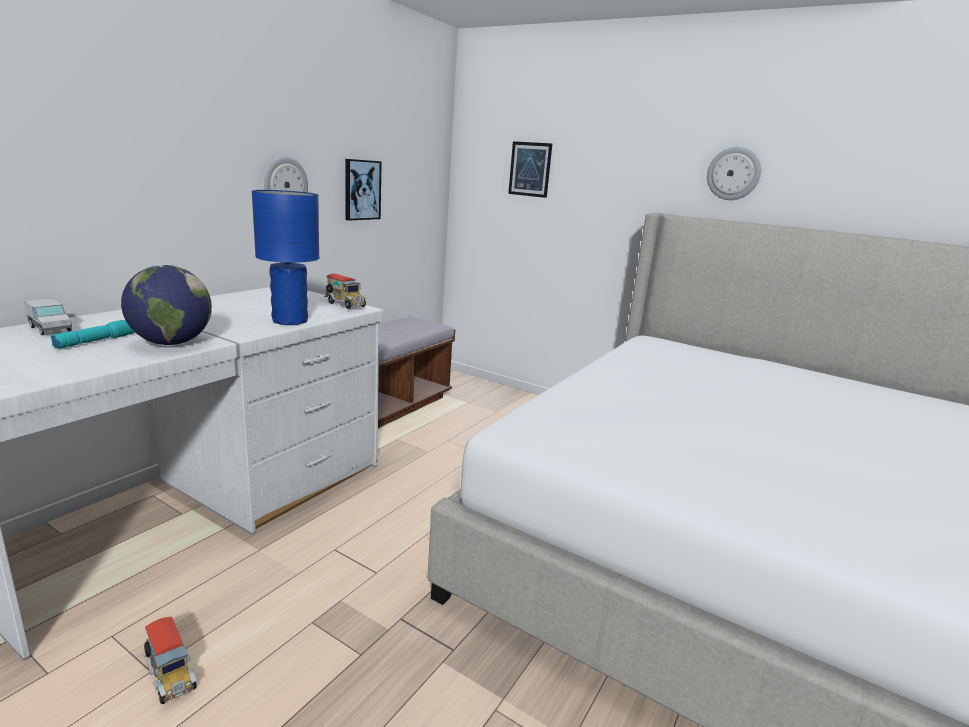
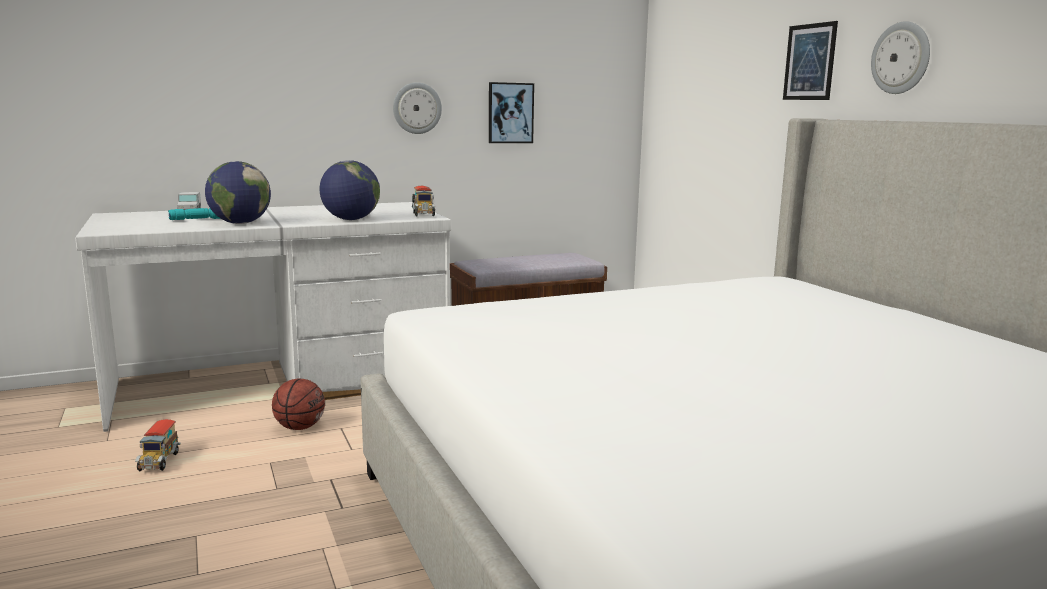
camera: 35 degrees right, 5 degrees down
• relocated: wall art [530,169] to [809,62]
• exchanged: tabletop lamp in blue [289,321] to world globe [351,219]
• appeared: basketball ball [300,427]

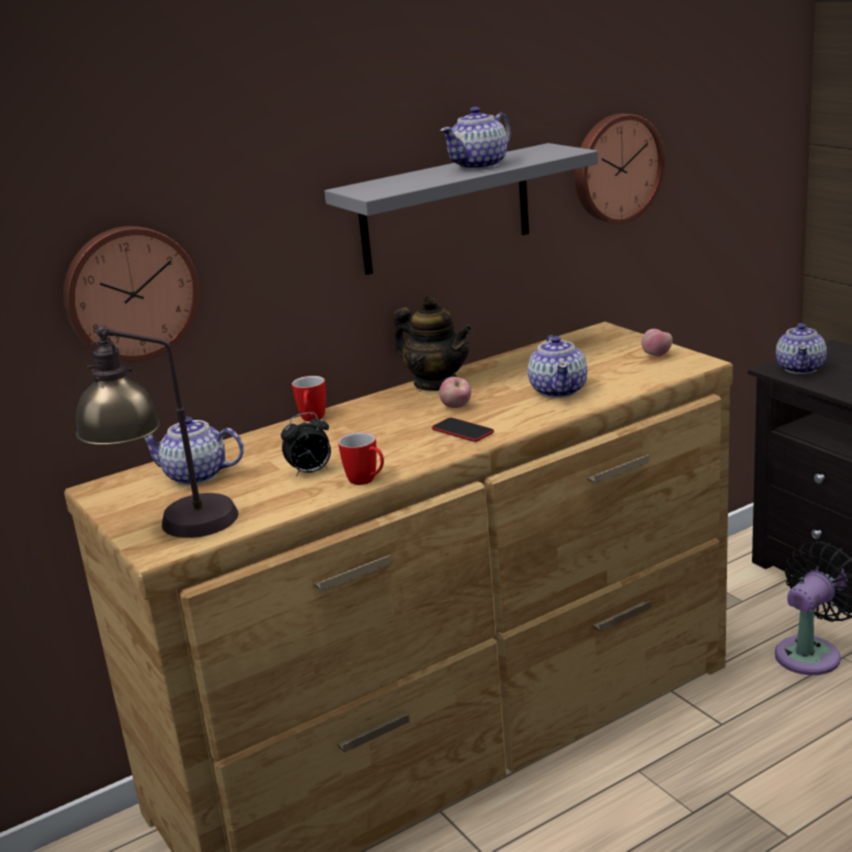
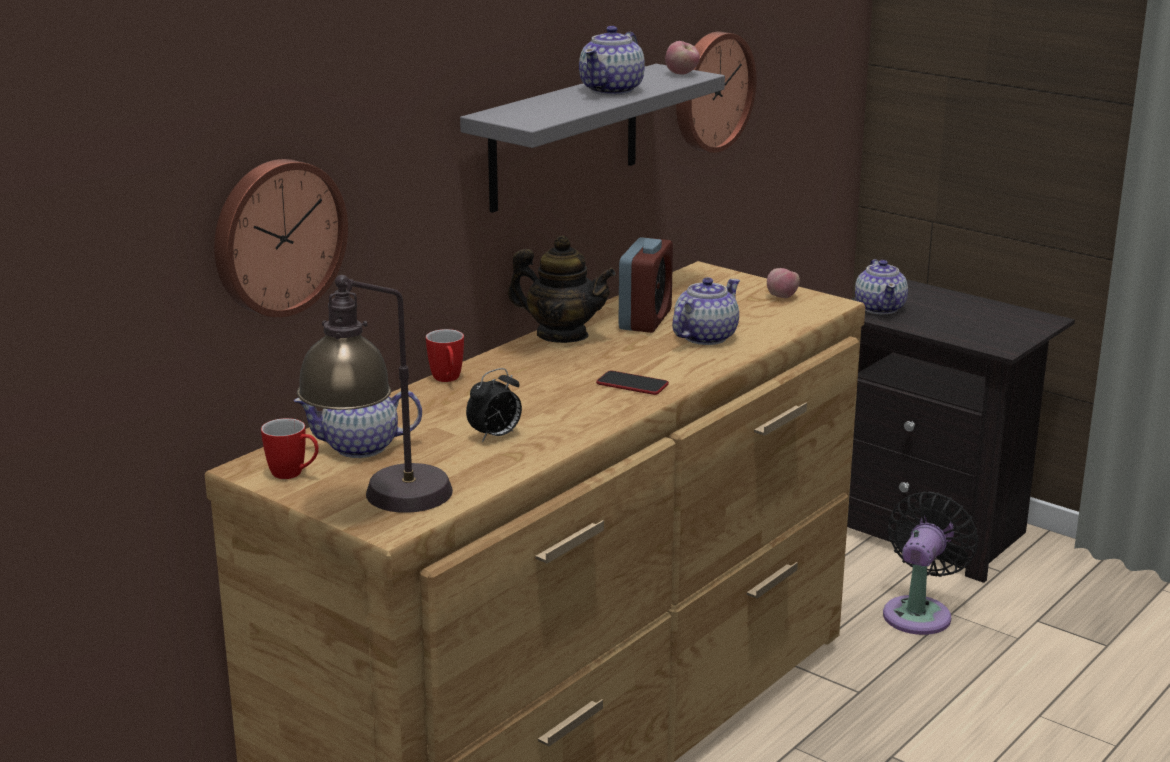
camera: 20 degrees left, 0 degrees up
• spun: teapot [559,390] = [704,337] 120 degrees counterclockwise
• relocated: apple [456,407] to [682,74]
• relocated: tea mug [367,481] to [294,475]
• appeared: alarm clock [645,320]

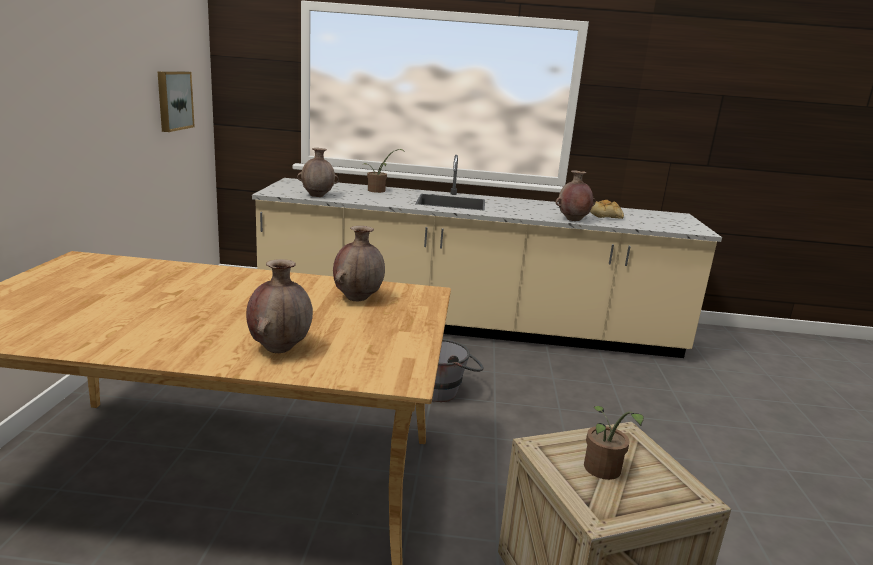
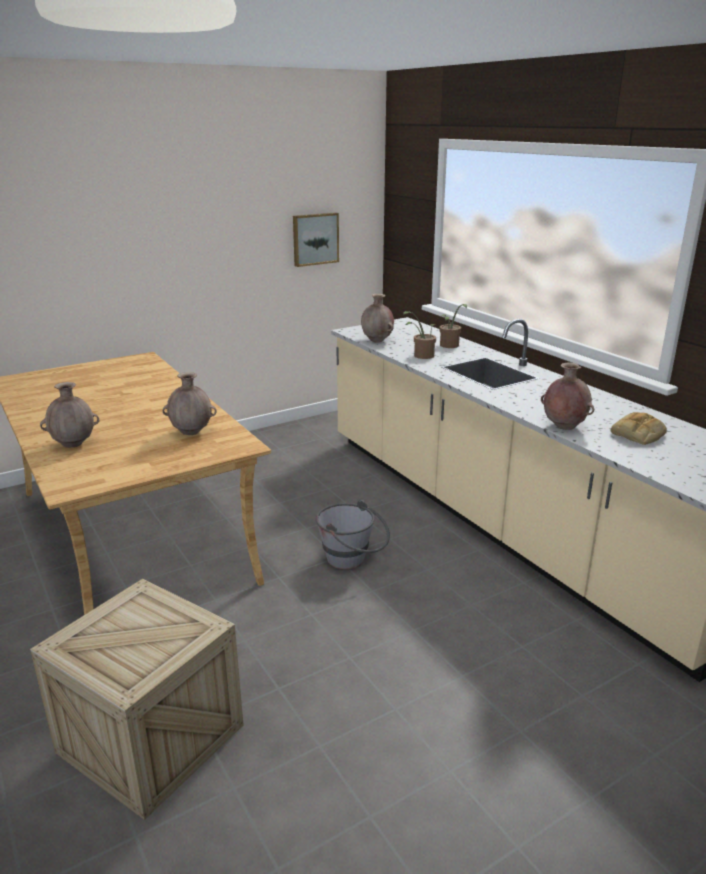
camera: 55 degrees right, 5 degrees up
• relocated: potted plant [602,471] to [421,356]

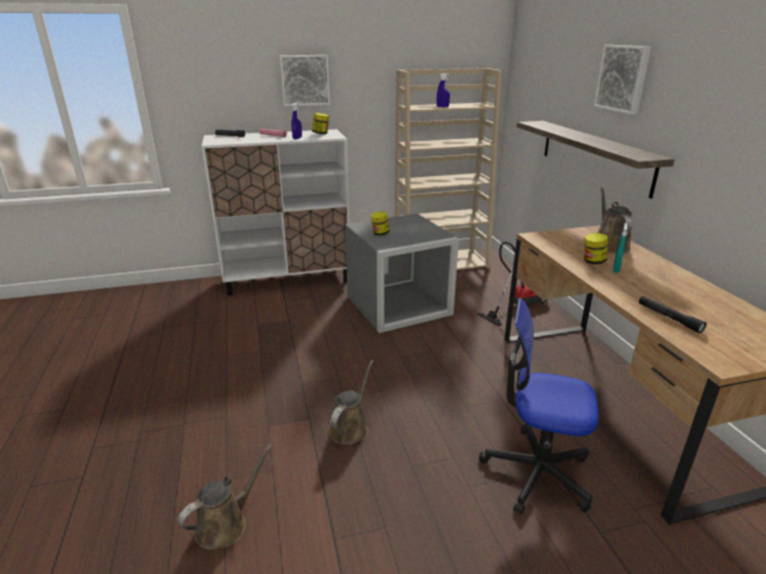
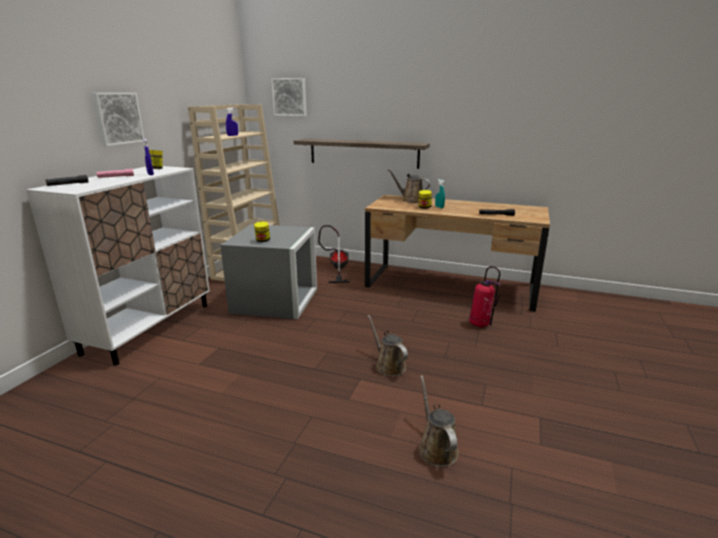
camera: 55 degrees left, 5 degrees down
• relocated: wall art [623,78] to [290,97]
• exchanged: office chair [536,472] to extinguisher [481,325]

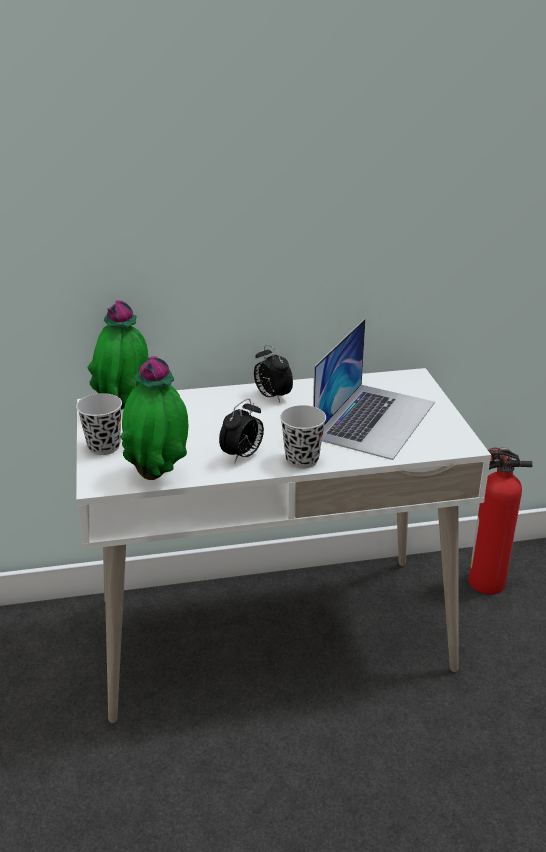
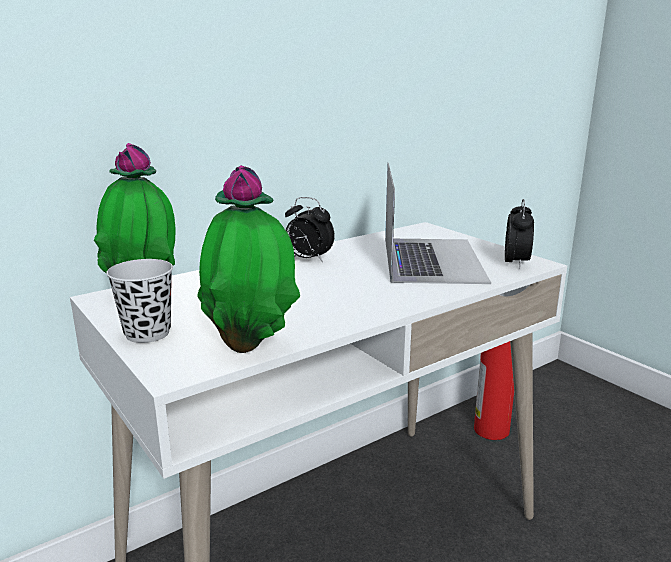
camera: 25 degrees left, 10 degrees down
• relocated: alarm clock [242,456] to [516,263]
• missing: cup in black [302,460]

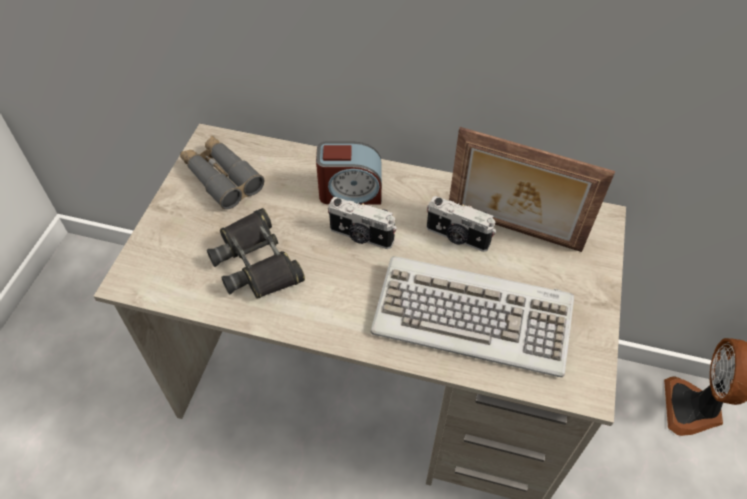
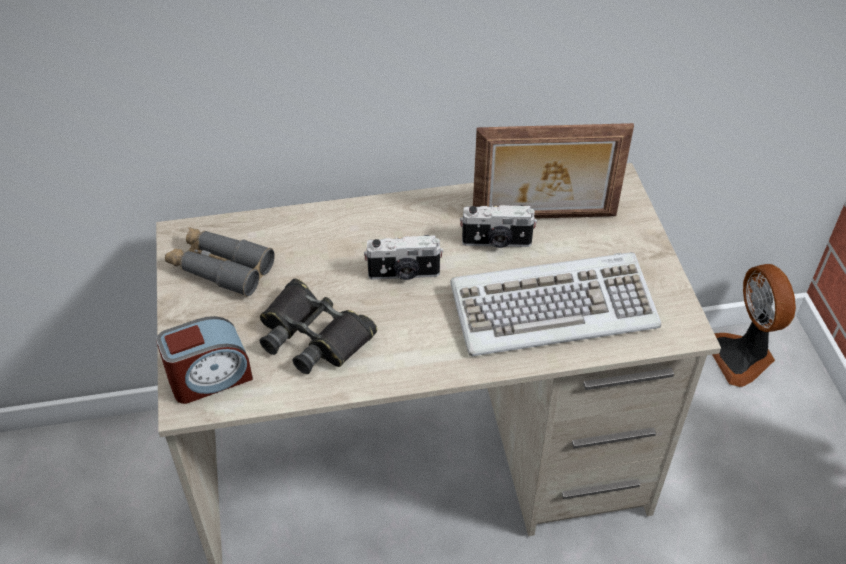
camera: 25 degrees left, 5 degrees down
• relocated: alarm clock [350,192] to [210,378]

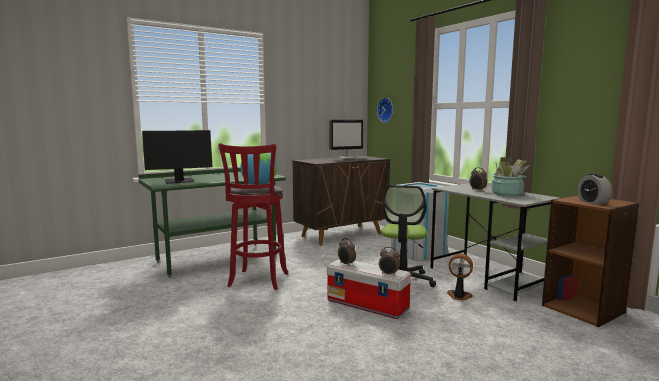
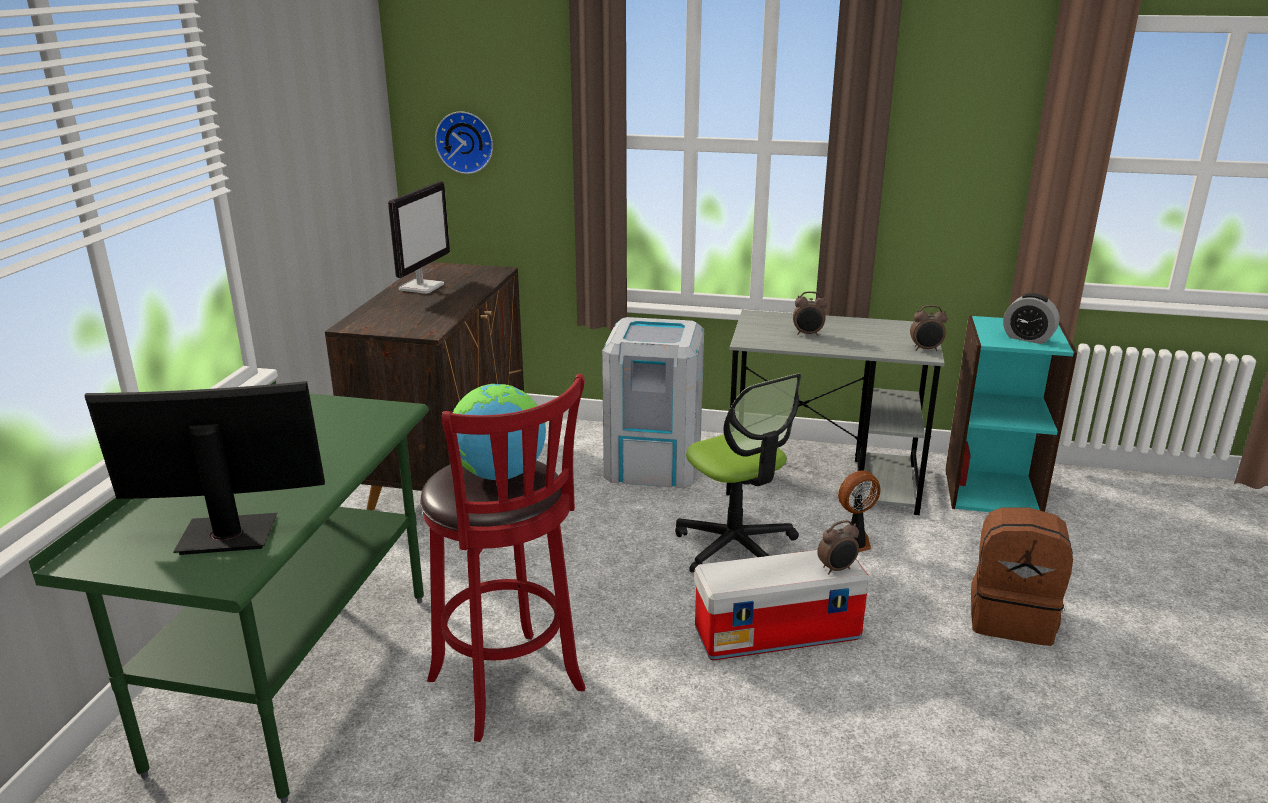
camera: 45 degrees left, 15 degrees up
• spun: monitor [179,181] = [227,535] 120 degrees counterclockwise
• missing: potted plant [507,193]
• colour: shelving unit in brown [583,309] to shelving unit in turquoise [992,491]
• relocated: alarm clock [346,264] to [926,349]
• appeared: knapsack in brown [1011,618]

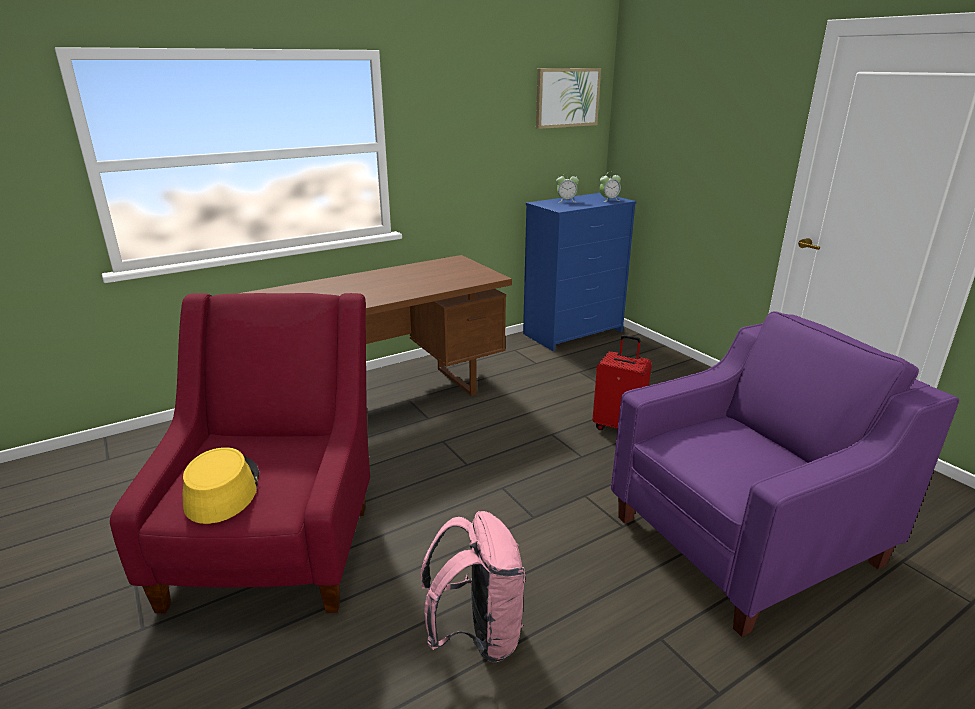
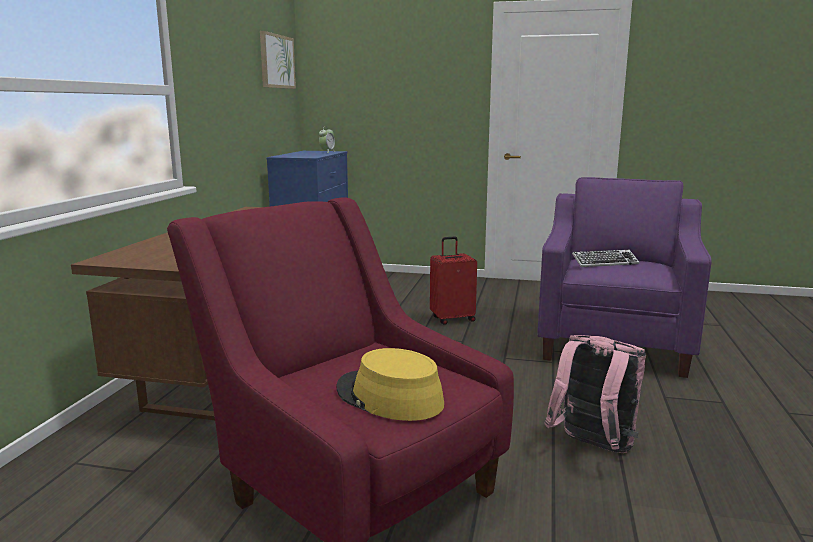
camera: 45 degrees left, 10 degrees down
• missing: alarm clock [566,201]
• appeared: PC keyboard [604,263]

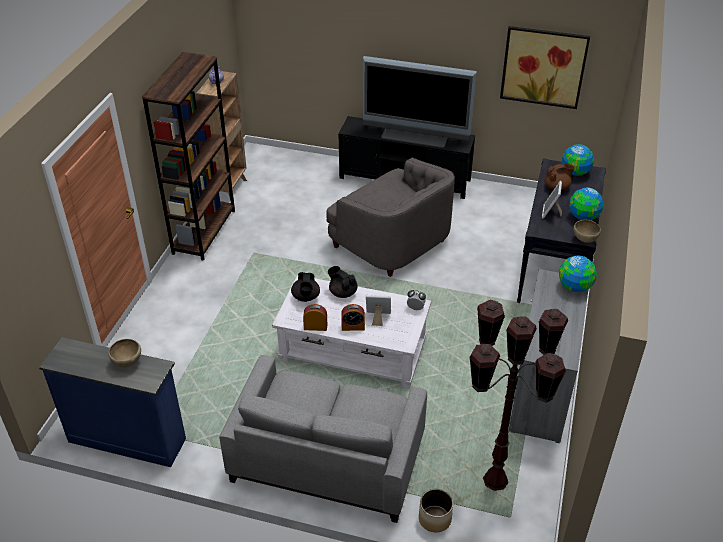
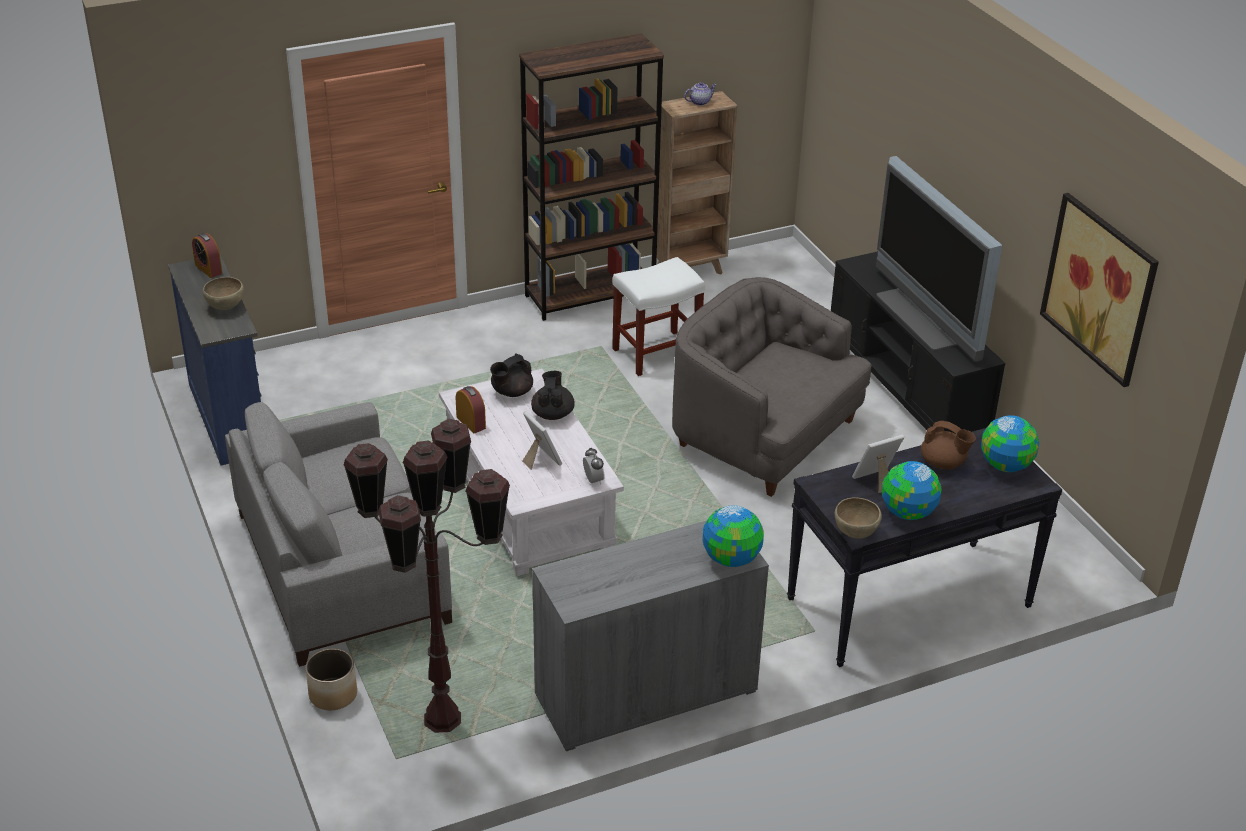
camera: 50 degrees right, 5 degrees down
• spun: armchair in greyish [391,241] = [764,436] 120 degrees clockwise
• relocated: alarm clock [353,327] to [208,269]
• appeared: stool seat in white [655,353]

